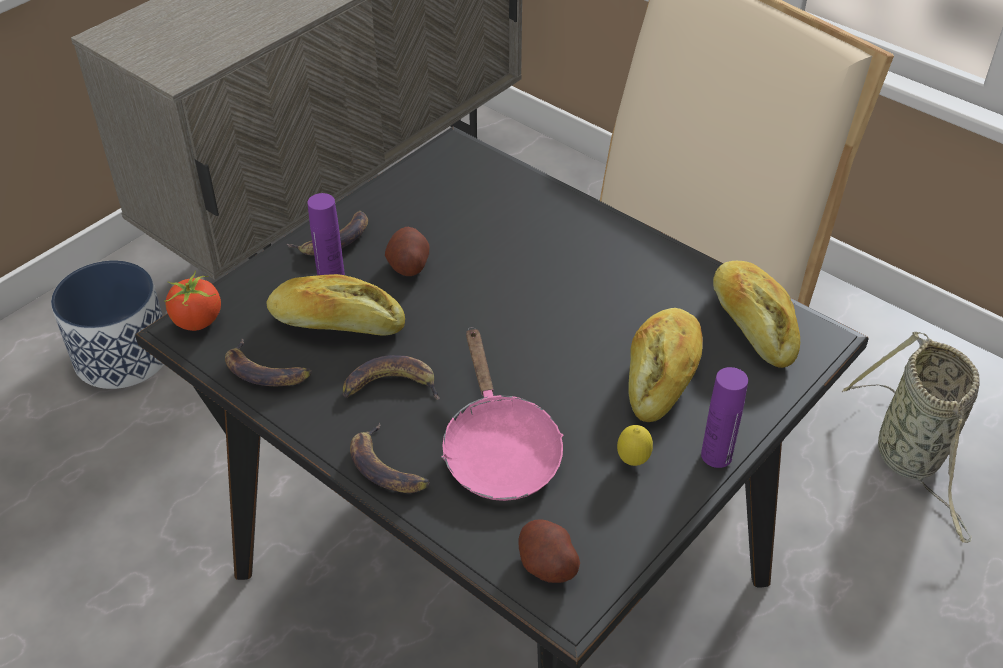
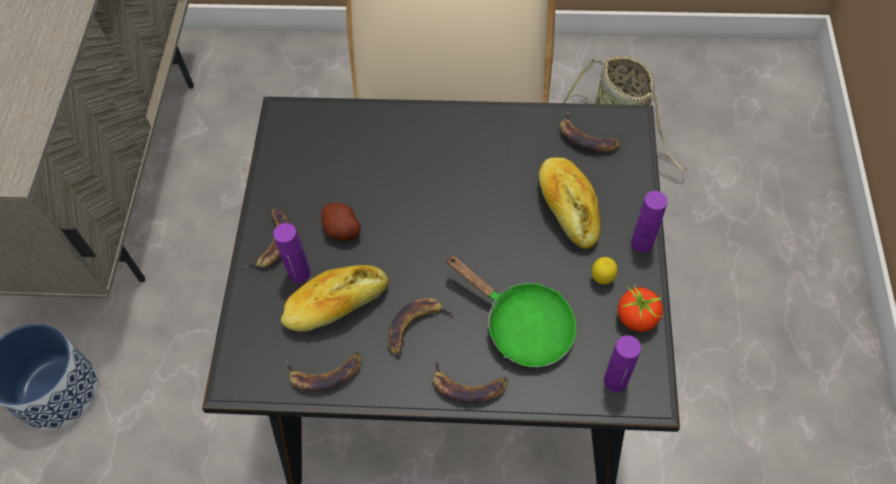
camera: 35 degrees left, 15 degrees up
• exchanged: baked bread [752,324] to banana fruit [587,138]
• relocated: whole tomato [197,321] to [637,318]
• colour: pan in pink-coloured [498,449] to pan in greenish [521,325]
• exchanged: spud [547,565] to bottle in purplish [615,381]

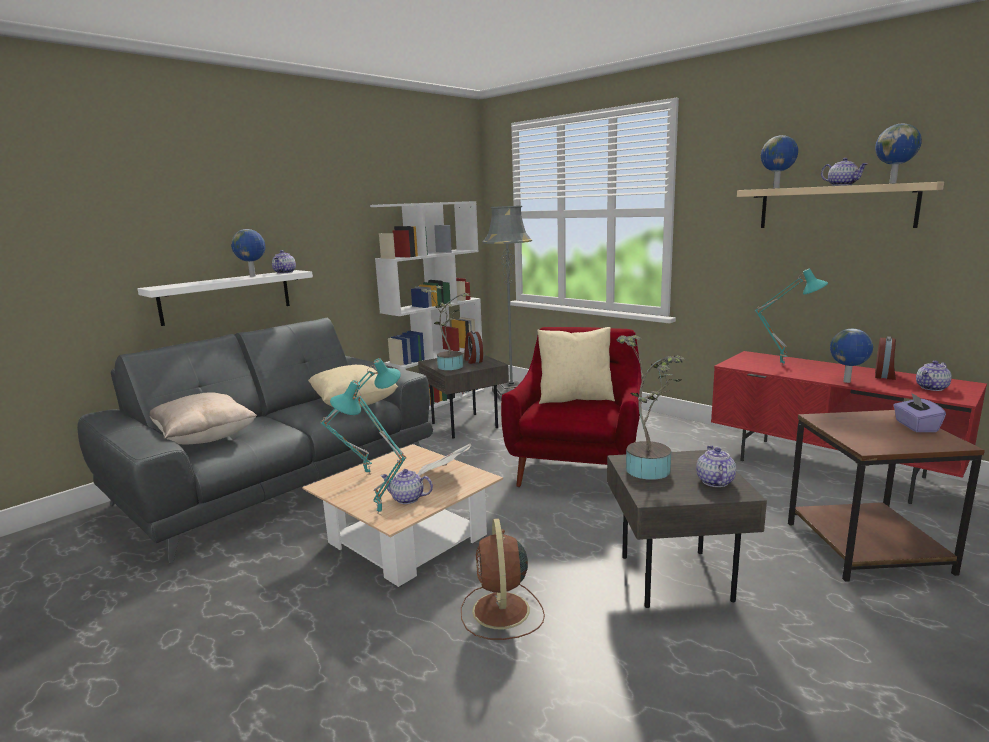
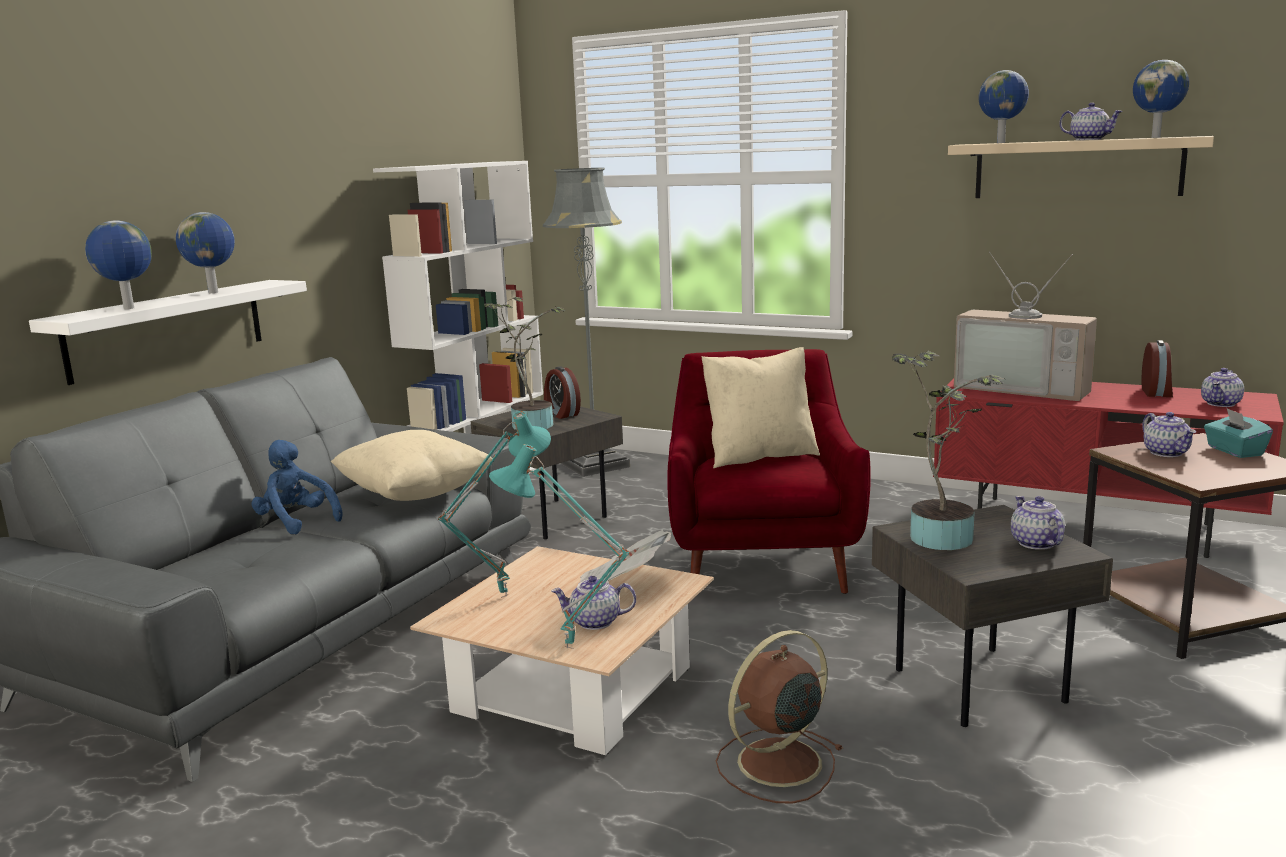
camera: 15 degrees left, 0 degrees up
• relocated: teapot [285,272] to [1167,453]
• exchanged: tabletop lamp in turquoise [783,365] to TV set [1024,388]
• relocated: world globe [847,382] to [128,308]
• missing: cushion in beige-coloured [205,439]
• colour: tissue holder in purplish [915,426] to tissue holder in turquoise [1234,451]
• spun: electric fan in brown [501,612] = [776,764] 75 degrees clockwise
• appeared: cuddly toy in blue [296,522]

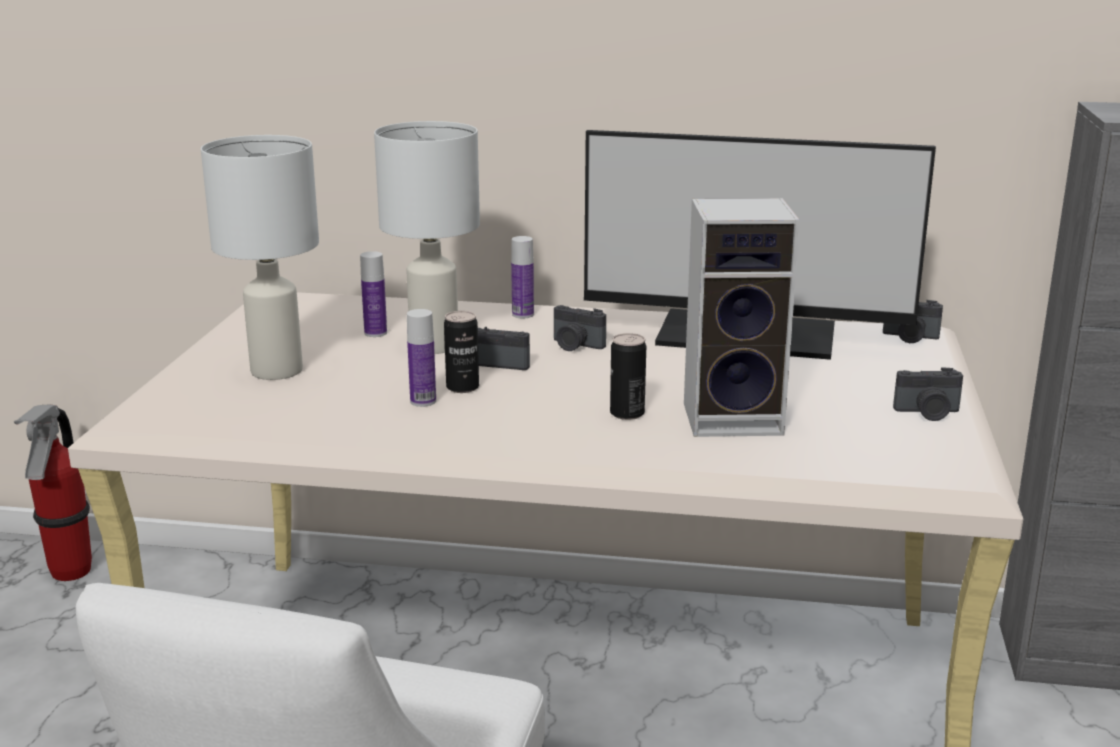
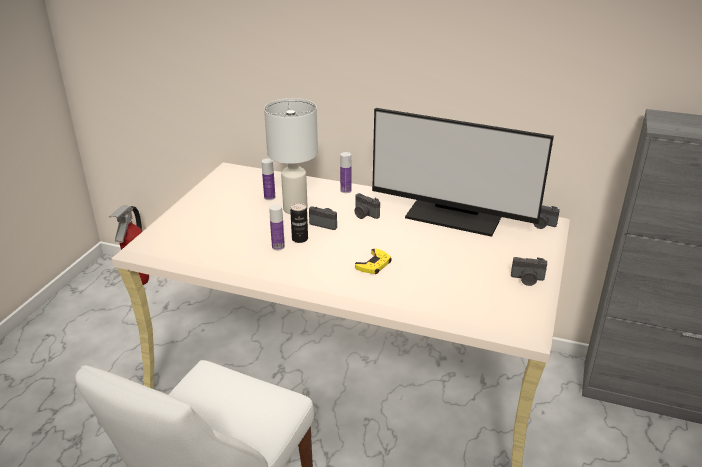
camera: 10 degrees right, 10 degrees up
• missing: tabletop lamp in white [277,370]
• missing: loudspeaker [736,418]
• exchanged: metal can [627,413] to joypad in yellowish [374,265]

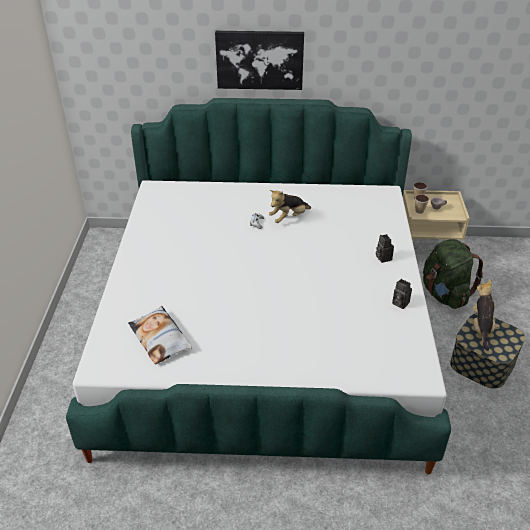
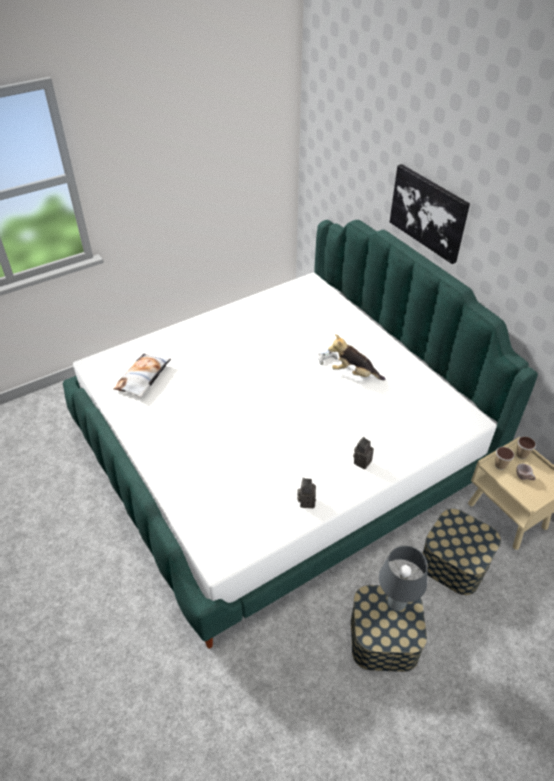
camera: 55 degrees right, 5 degrees up
• exchanged: knapsack in greenish [444,294] to storage box [455,562]
• exchanged: cuddly toy [481,327] to tabletop lamp in greyish [395,603]

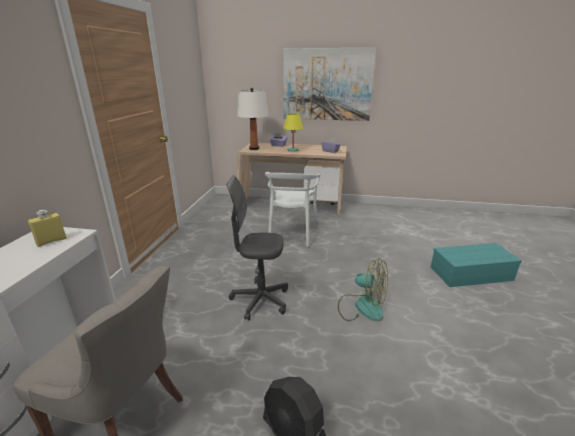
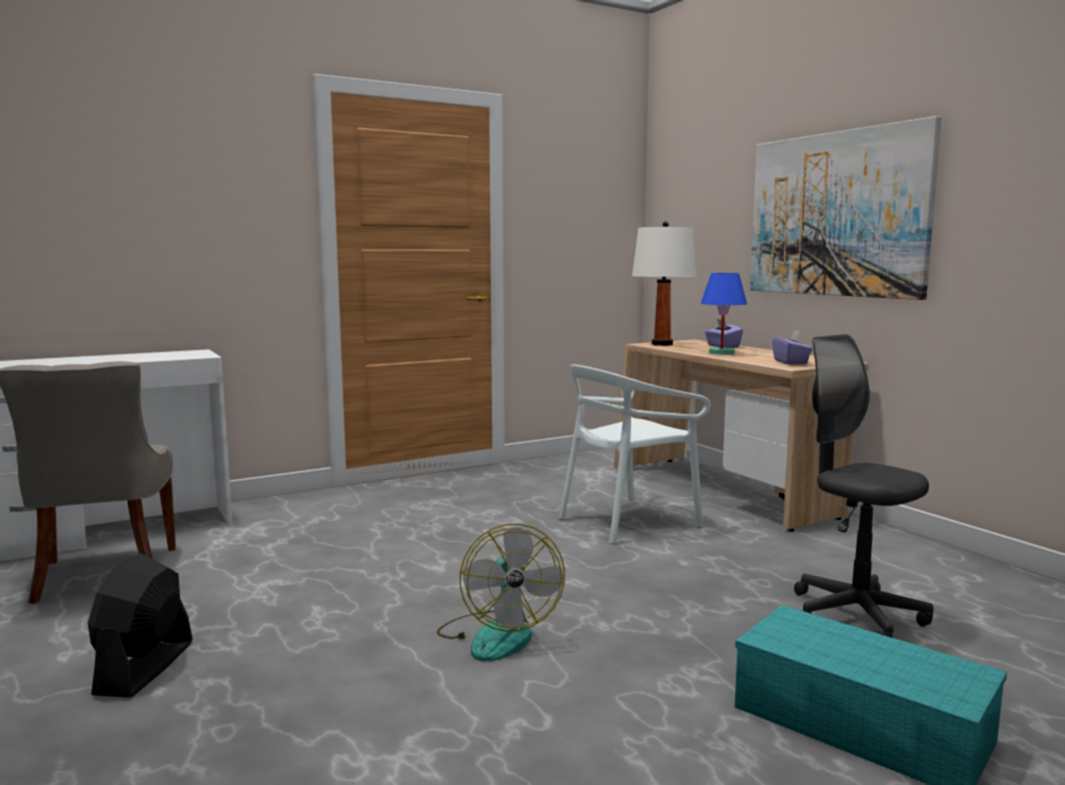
camera: 50 degrees right, 15 degrees down
• colour: tabletop lamp in yellowish [293,150] to tabletop lamp in blue [722,353]
• relocated: office chair in greyish [260,300] to [855,616]
• missing: bottle in yellowish [51,241]

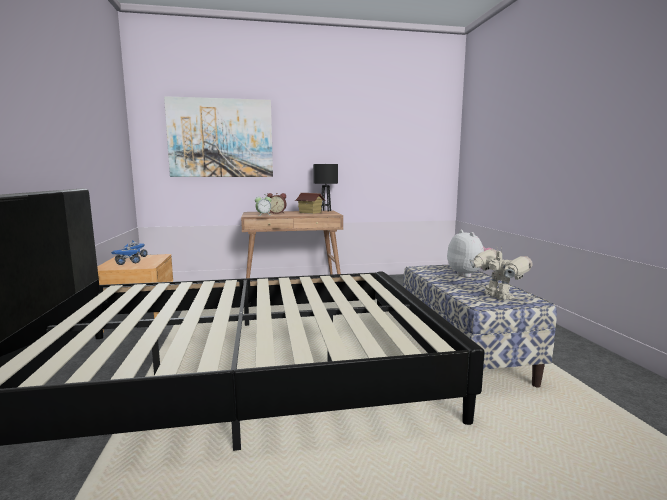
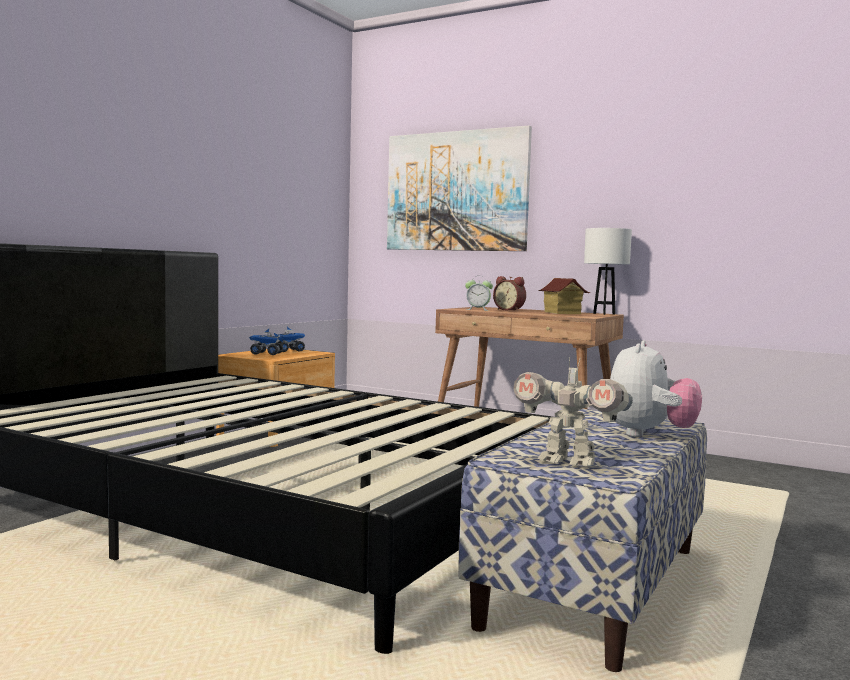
camera: 40 degrees right, 5 degrees down
• colour: tabletop lamp in black [325,211] to tabletop lamp in white [604,314]
• spun: robot figure [497,297] = [568,462] 105 degrees clockwise

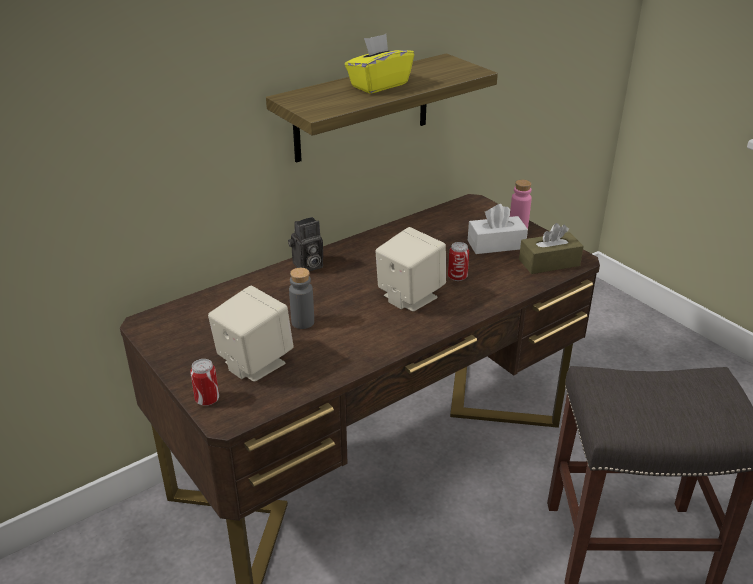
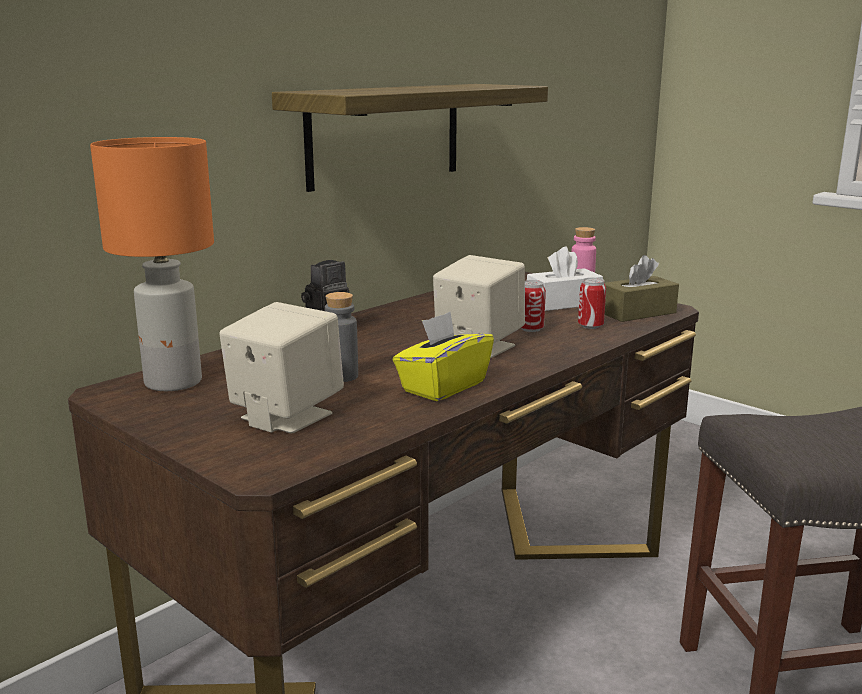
camera: 10 degrees left, 15 degrees down
• relocated: tissue holder in yellowish [379,85] to [443,386]
• relocated: metal can [207,400] to [590,326]
• appeared: tabletop lamp in orange [174,382]

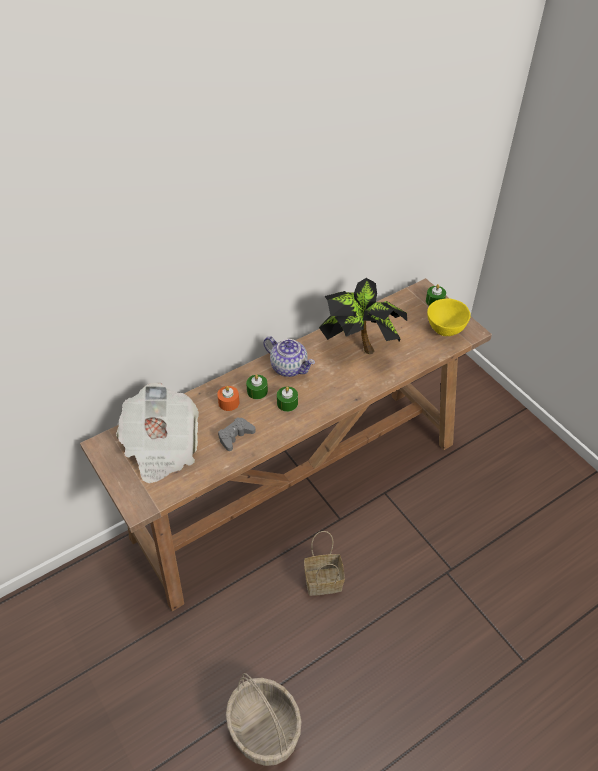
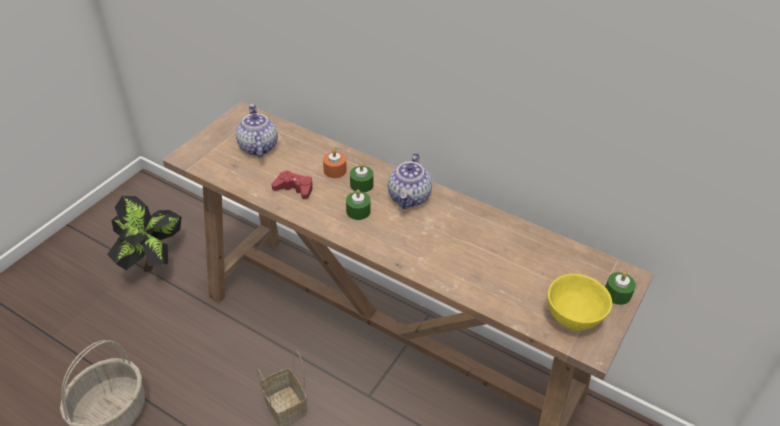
camera: 65 degrees right, 5 degrees down
• relocated: potted plant [360,345] to [153,261]
• exchanged: newspaper [161,447] to teapot [257,147]
• colour: joypad in greyish [235,436] to joypad in red [294,188]

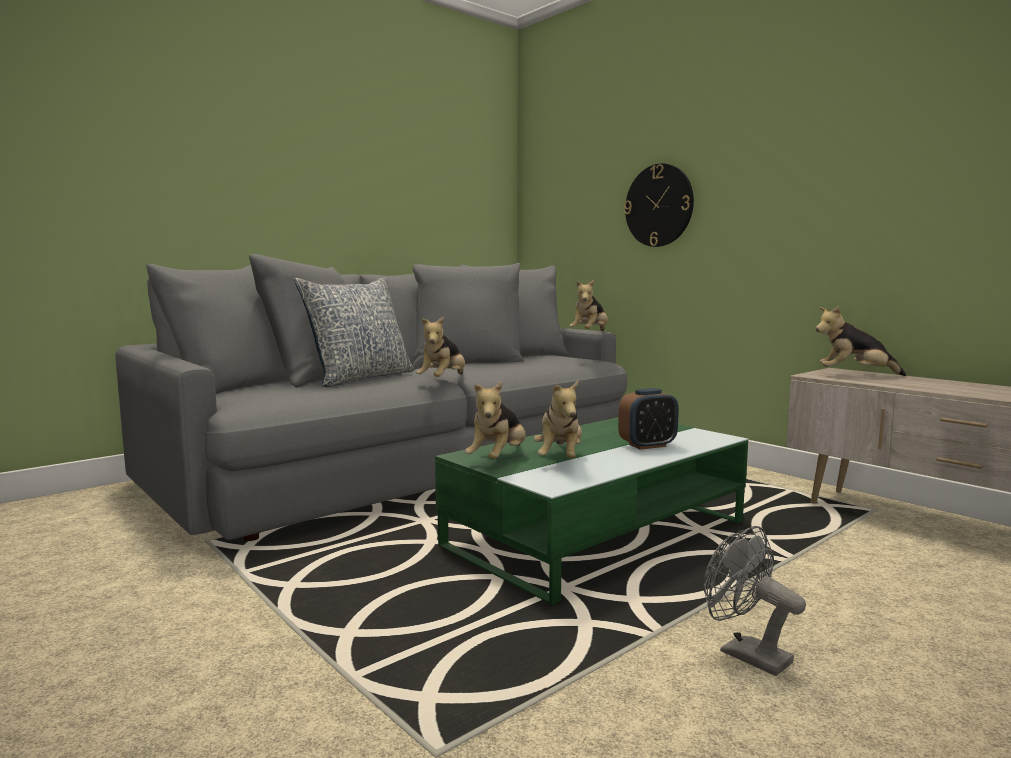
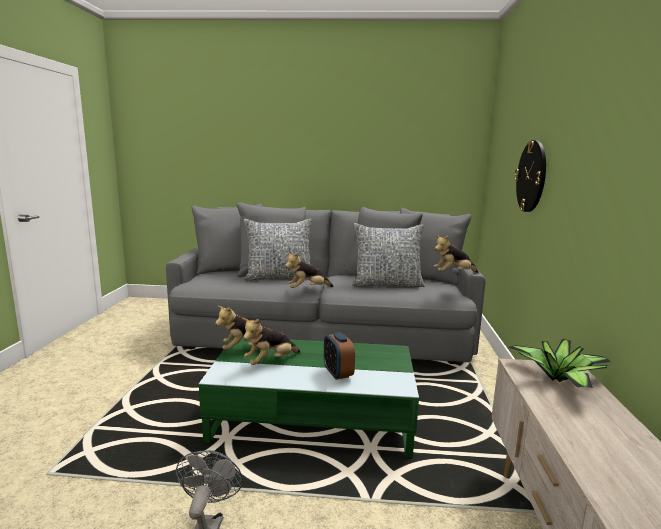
camera: 45 degrees right, 5 degrees up
• exchanged: cuddly toy [854,375] to potted plant [558,379]
• spun: alarm clock [647,445] = [338,373] 45 degrees clockwise
• appeared: cushion [387,284]

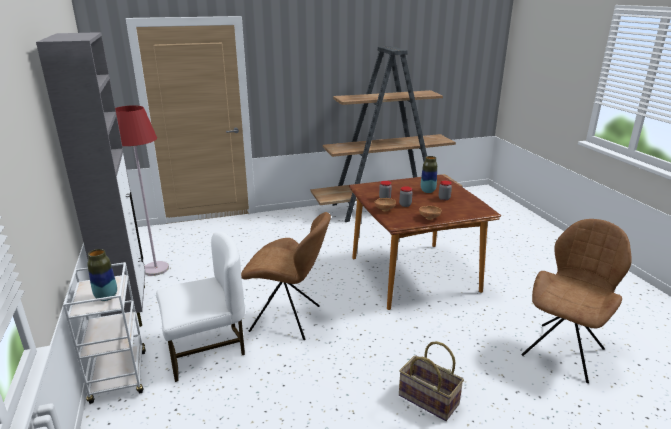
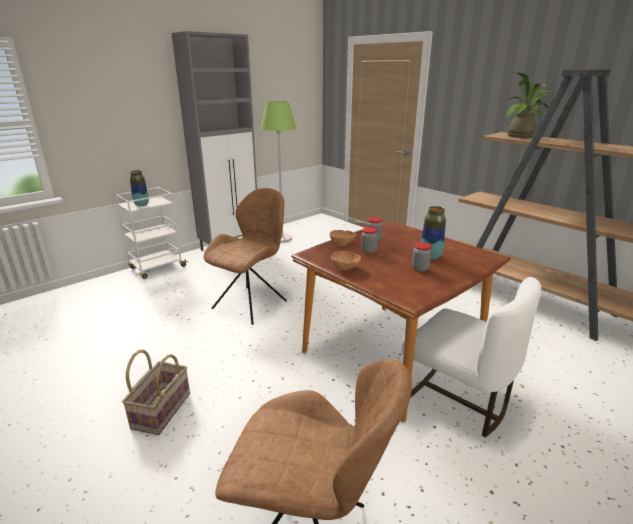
camera: 65 degrees right, 0 degrees up
• colour: standard lamp in red [156,269] to standard lamp in greenish [282,238]
• spun: upright chair in brown [288,319] = [251,303] 135 degrees counterclockwise
• relocated: upright chair in white [206,349] to [456,400]
• appeared: potted plant [524,136]

